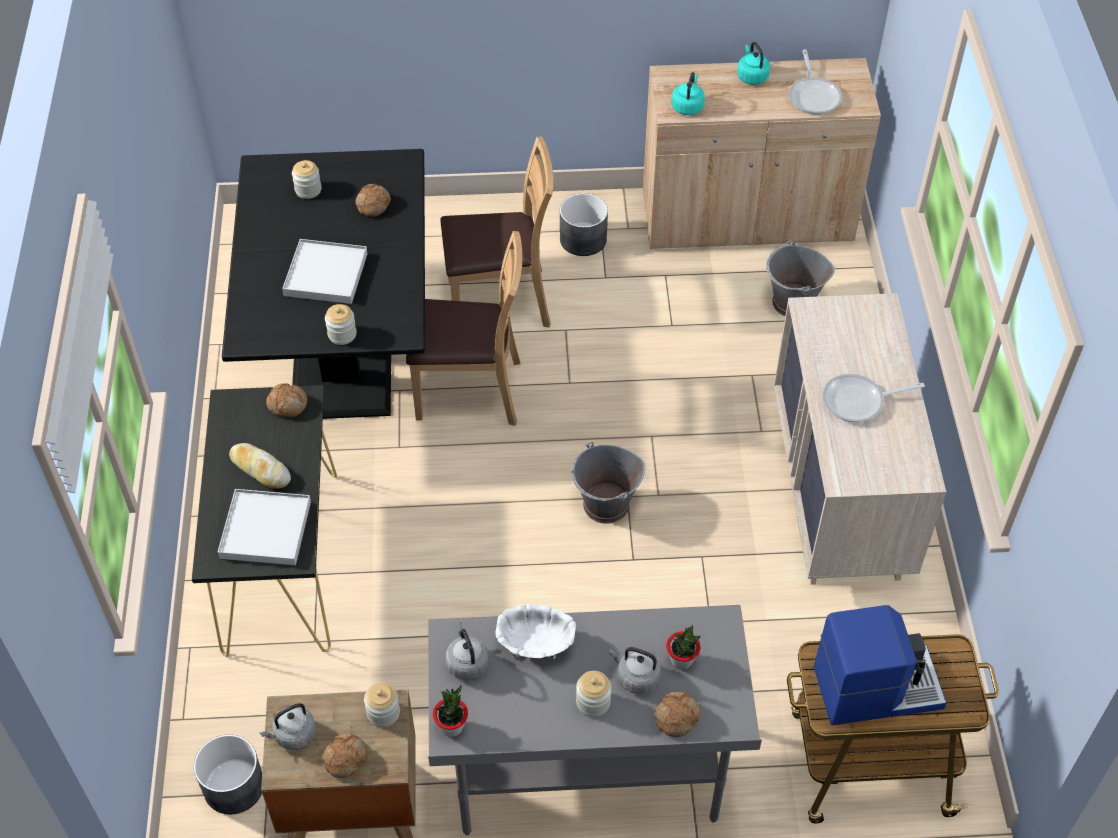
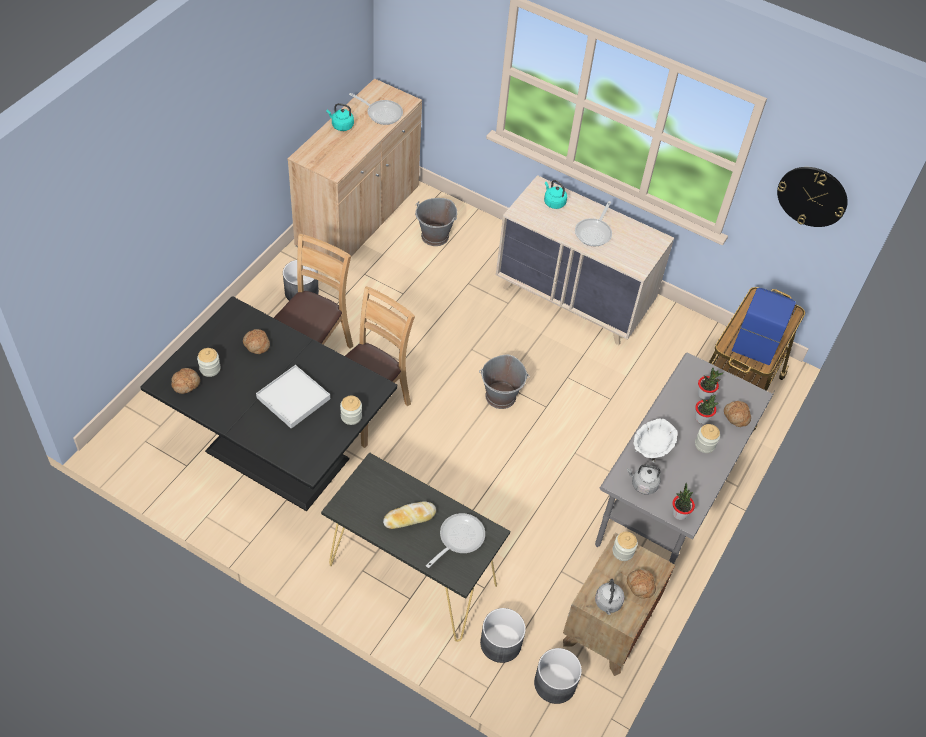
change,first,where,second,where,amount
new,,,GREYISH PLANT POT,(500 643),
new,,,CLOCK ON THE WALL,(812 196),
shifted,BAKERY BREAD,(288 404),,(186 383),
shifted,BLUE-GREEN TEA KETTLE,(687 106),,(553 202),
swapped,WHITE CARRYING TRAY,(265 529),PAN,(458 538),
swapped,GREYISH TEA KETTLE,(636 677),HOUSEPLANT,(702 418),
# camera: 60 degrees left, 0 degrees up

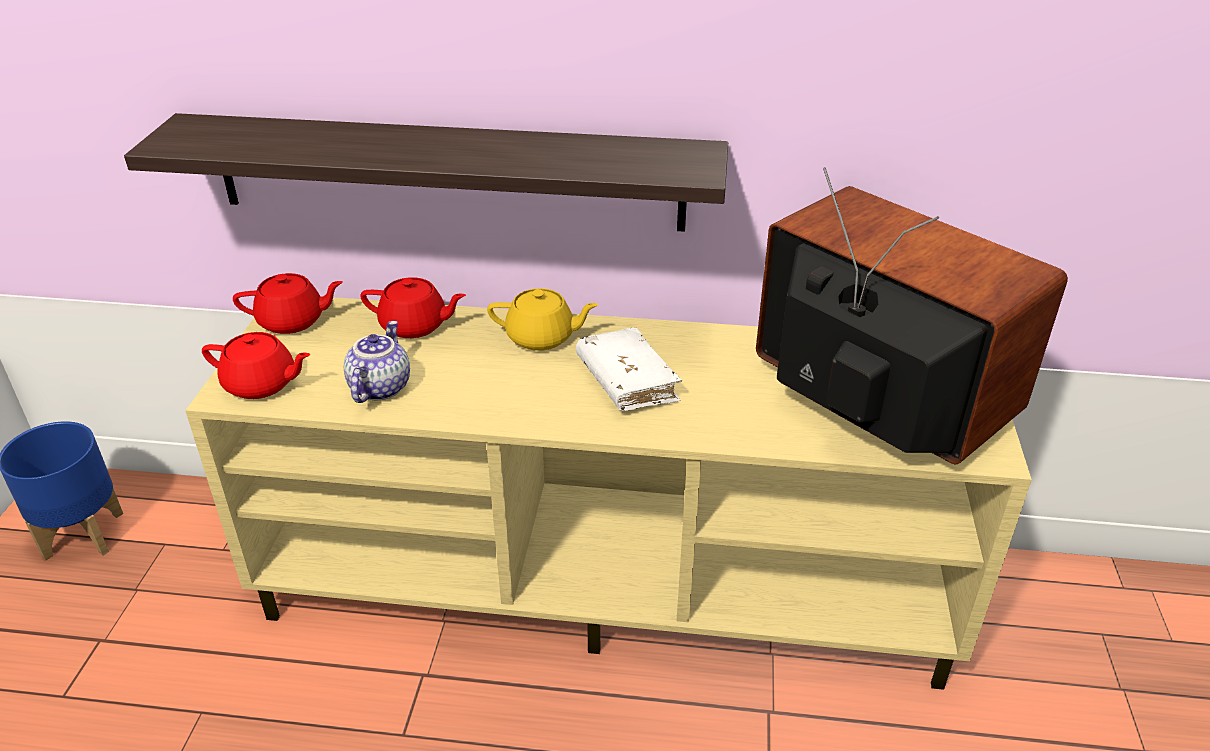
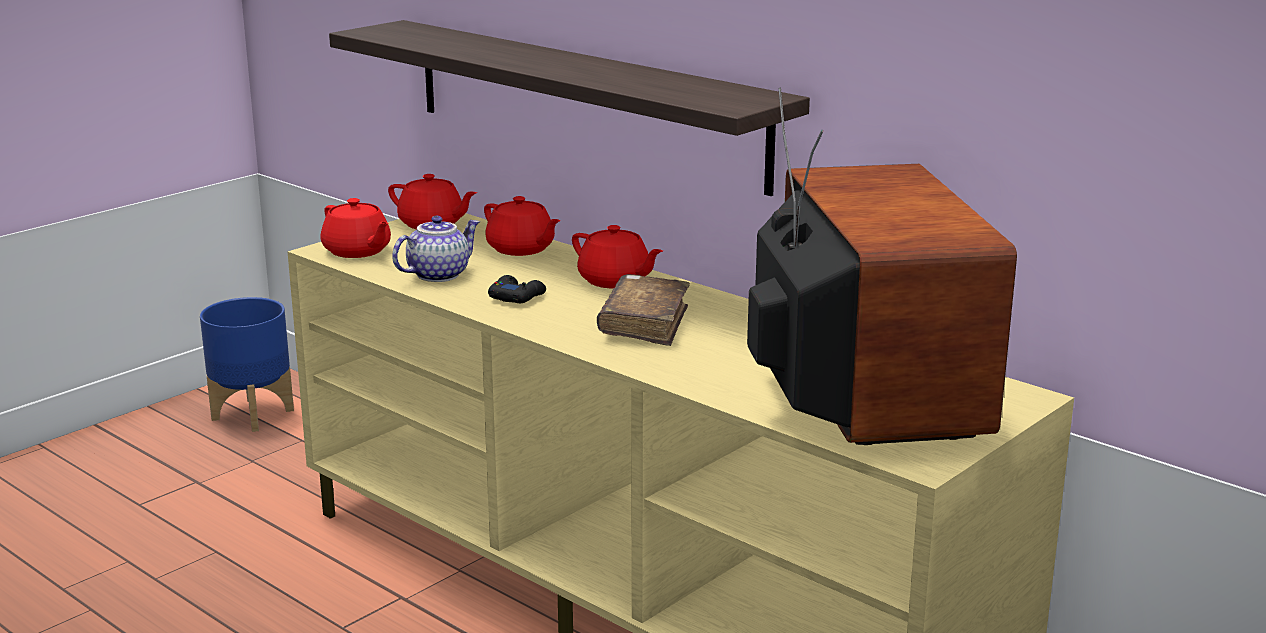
change,first,where,second,where,amount
new,,,BLACKISH GAMEPAD,(516 297),
repainted,YELLOW TEAPOT,(542 337),RED TEAPOT,(615 281),
repainted,WHITE VOLUME,(627 381),BROWN VOLUME,(644 323),
# camera: 35 degrees right, 15 degrees down

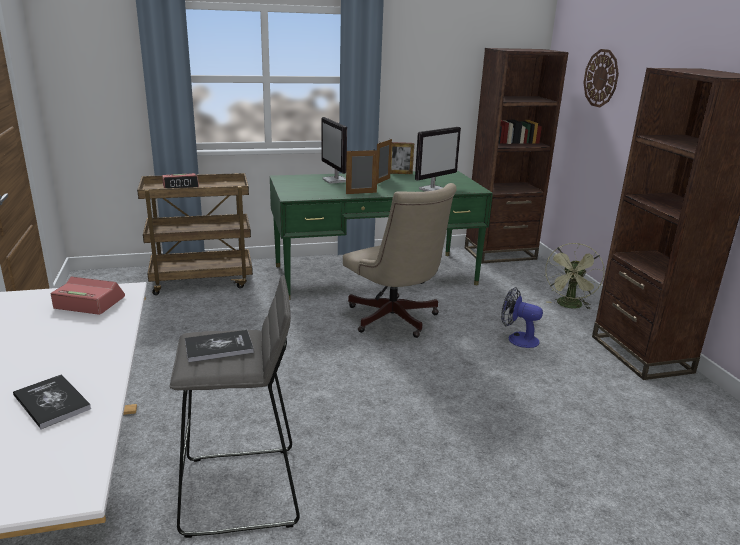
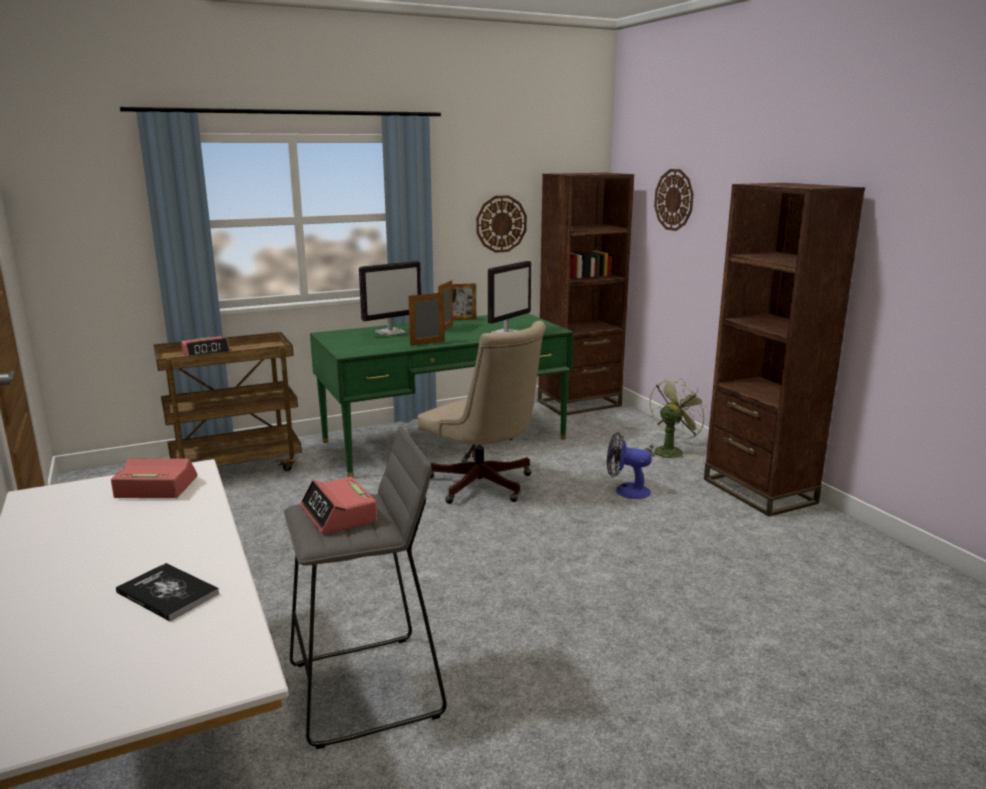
change,first,where,second,where,amount
new,,,CLOCK ON THE WALL,(501 224),
swapped,VOLUME,(219 347),ALARM CLOCK,(339 515),
rotated,COMPUTER DISPLAY,(335 180),,(391 332),90 degrees counterclockwise
rotated,GREEN COOLING FAN,(569 306),,(670 451),150 degrees counterclockwise
# camera: 10 degrees left, 5 degrees down

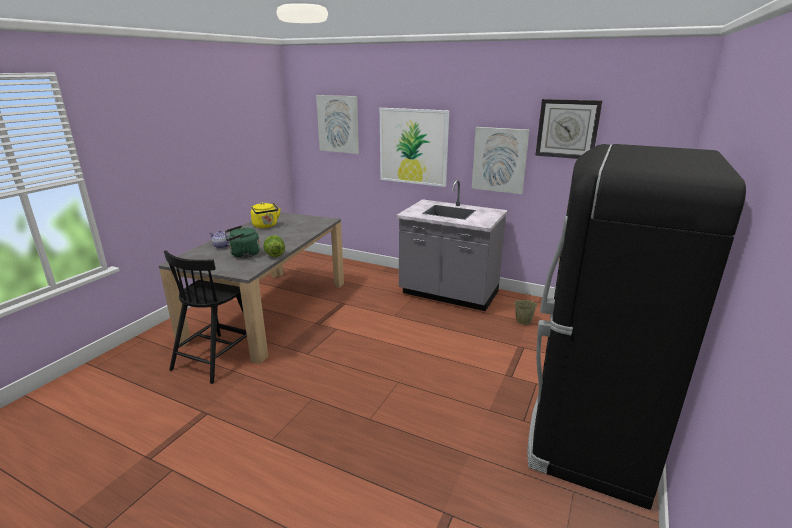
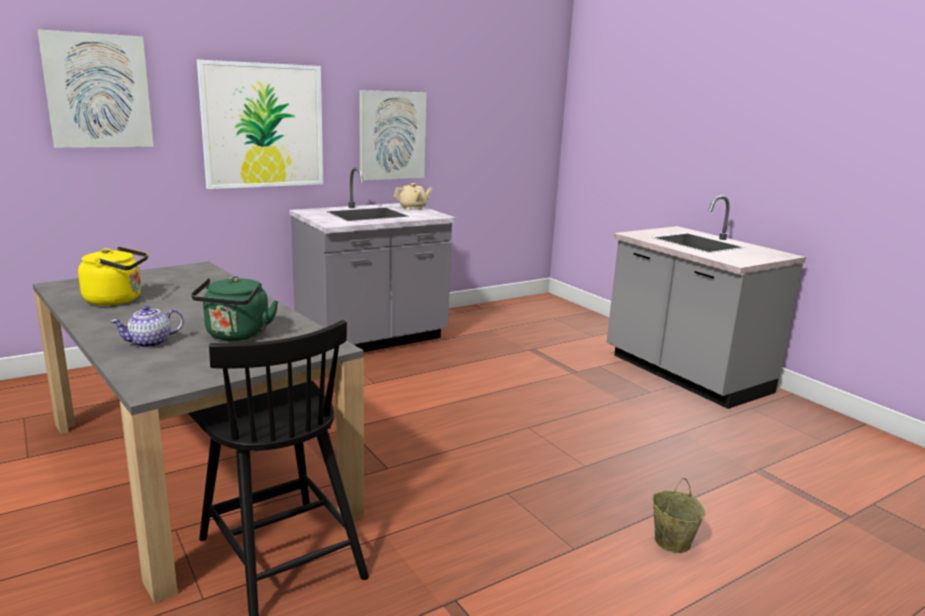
change,first,where,second,where,amount
gone,HEAD OF LETTUCE,(274 255),,,
gone,CLOCK ON THE WALL,(567 129),,,
new,,,SAND-COLOURED TEAPOT,(413 208),
shifted,SAND-COLOURED WATER BUCKET,(523 320),,(671 541),
swapped,BLACKISH FRIDGE,(590 432),GREYISH KITCHEN BASE UNIT,(684 374),
# camera: 60 degrees left, 5 degrees down

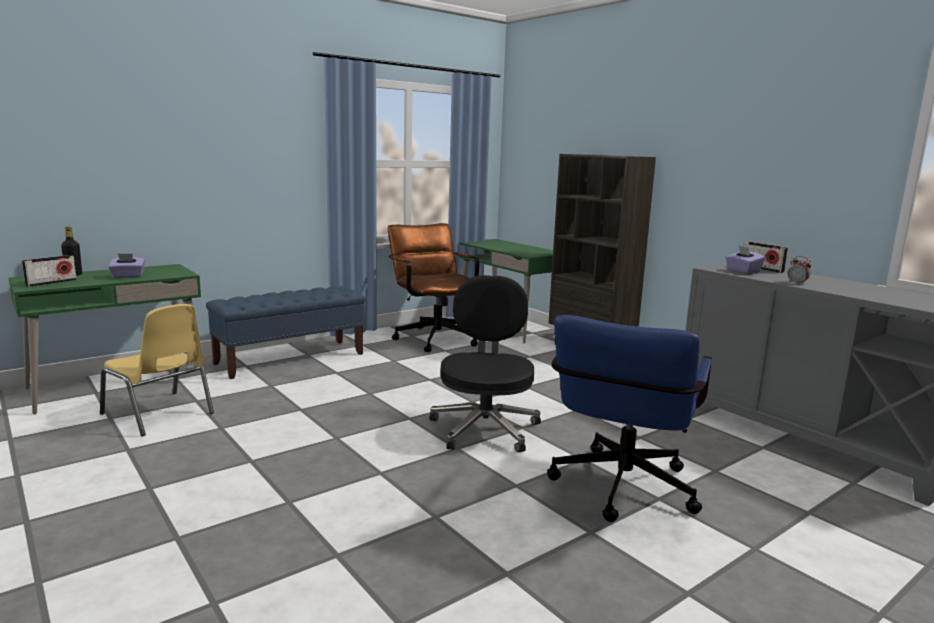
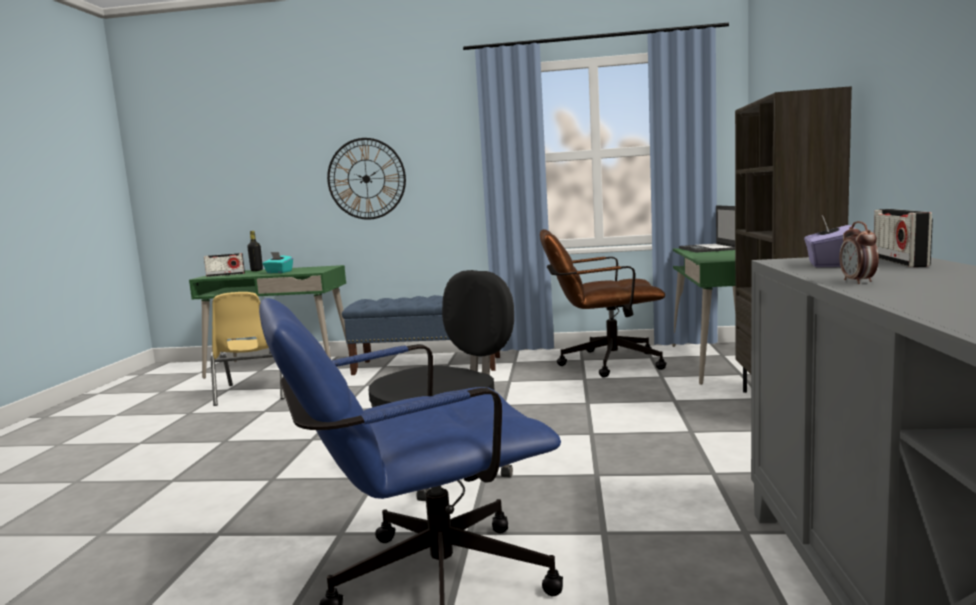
change,first,where,second,where,amount
new,,,CLOCK ON THE WALL,(366 179),
new,,,LAPTOP,(708 249),
repainted,PURPLISH TISSUE HOLDER,(128 276),BLUE-GREEN TISSUE HOLDER,(278 272),
rotated,BROWN OFFICE CHAIR,(433 337),,(602 364),105 degrees counterclockwise
# camera: 45 degrees right, 5 degrees down

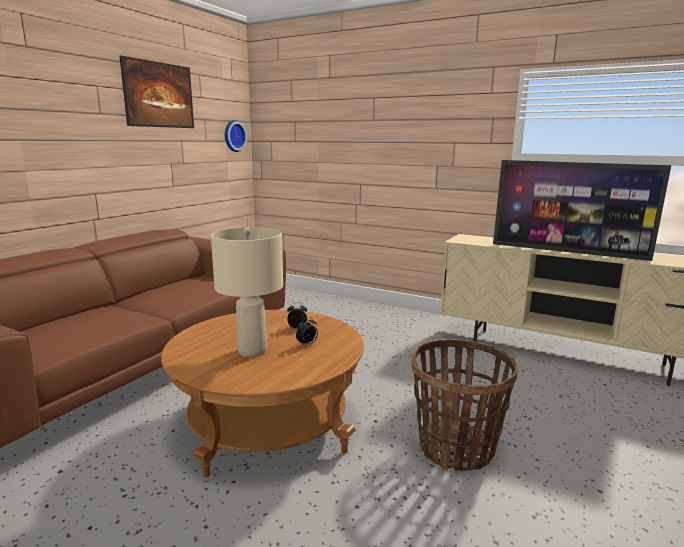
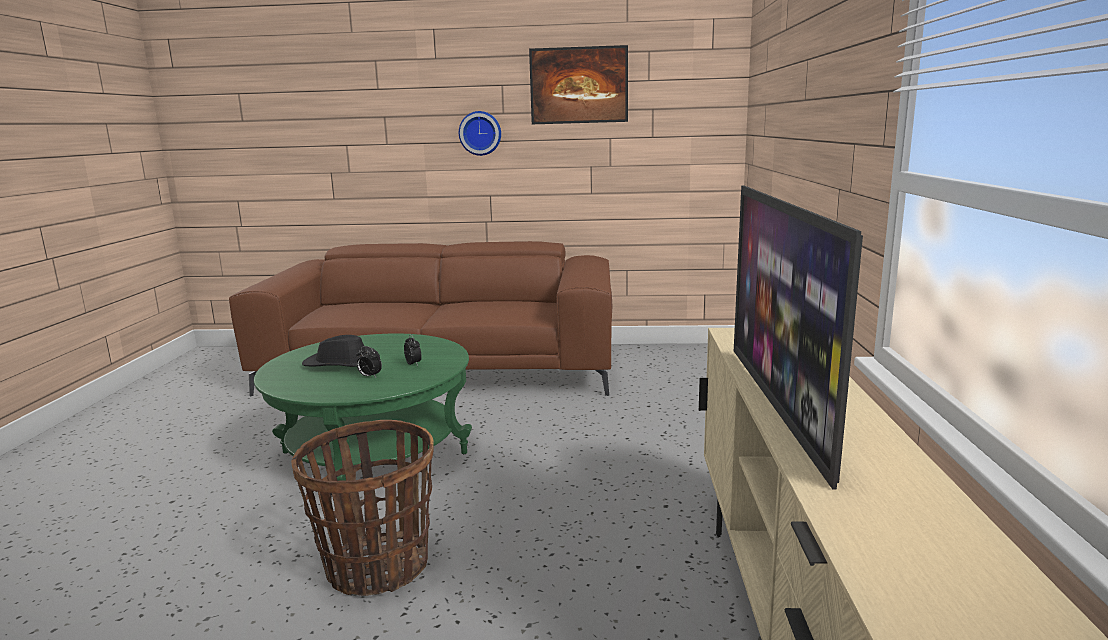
change,first,where,second,where,amount
shifted,CLOCK ON THE WALL,(233 136),,(480 133),
swapped,SAND-COLOURED TABLETOP LAMP,(253 351),BLACKISH CLOTHING HAT,(342 363),
repainted,BROWN LOUNGE TABLE,(268 425),GREEN LOUNGE TABLE,(374 453),
# camera: 65 degrees right, 0 degrees up

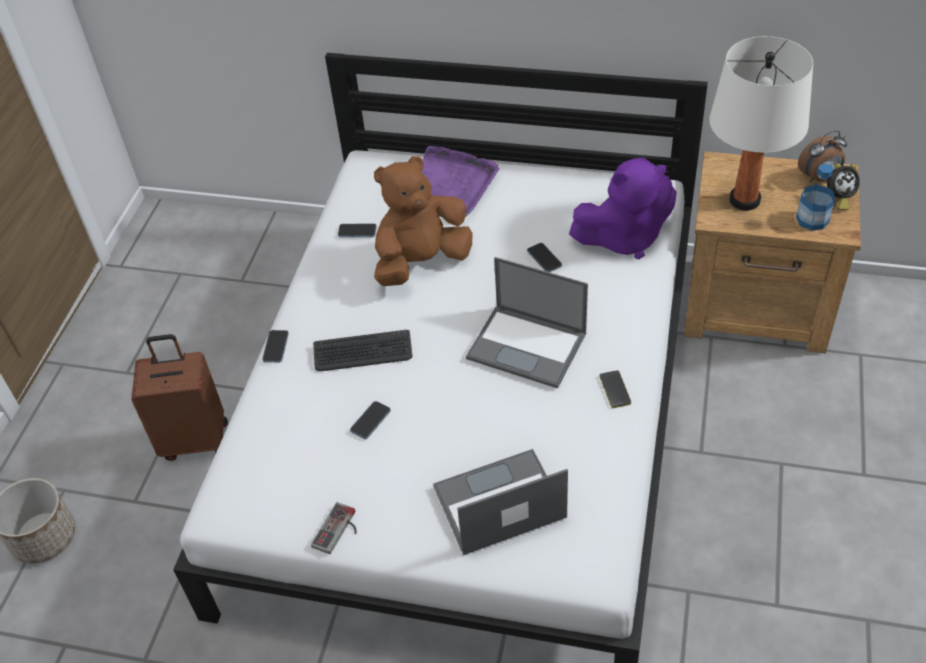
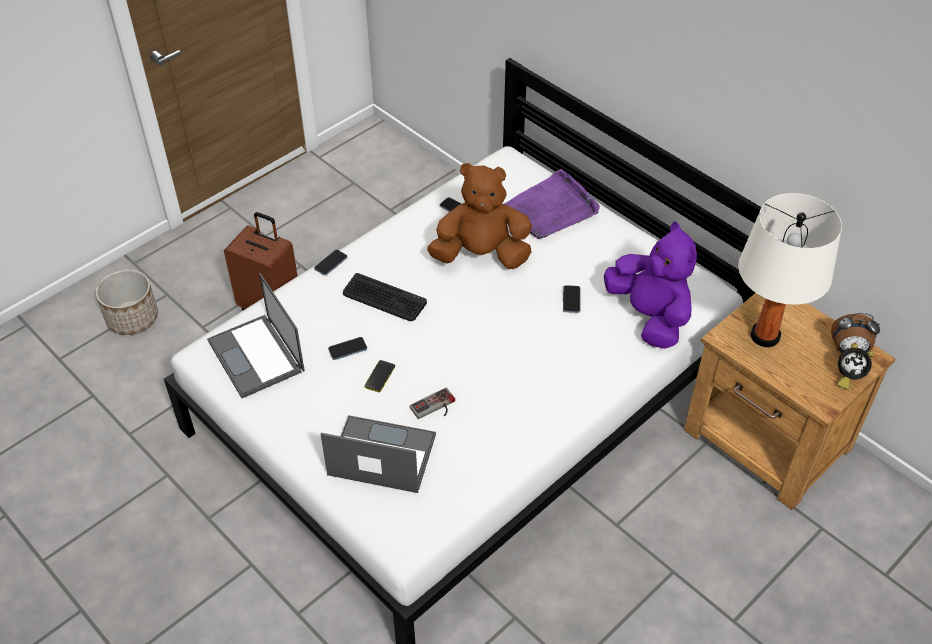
change,first,where,second,where,amount
gone,BOTTLE,(812 219),,,
shifted,GAMEPAD,(339 531),,(435 408),
shifted,LAPTOP,(528 346),,(257 356),
shifted,TELEPHONE,(614 389),,(379 376),
rotated,PURPLISH PLUSH TOY,(624 238),,(649 316),135 degrees counterclockwise
# camera: 30 degrees right, 0 degrees up

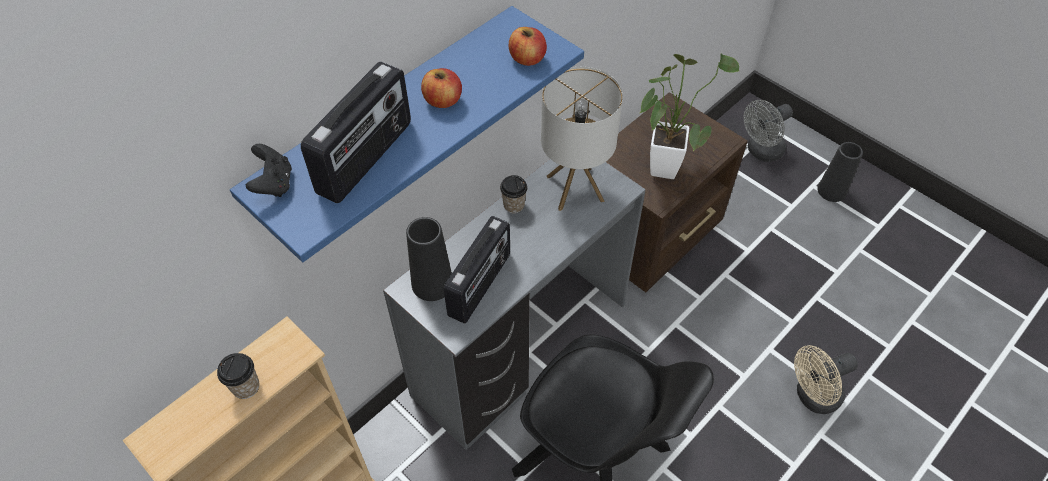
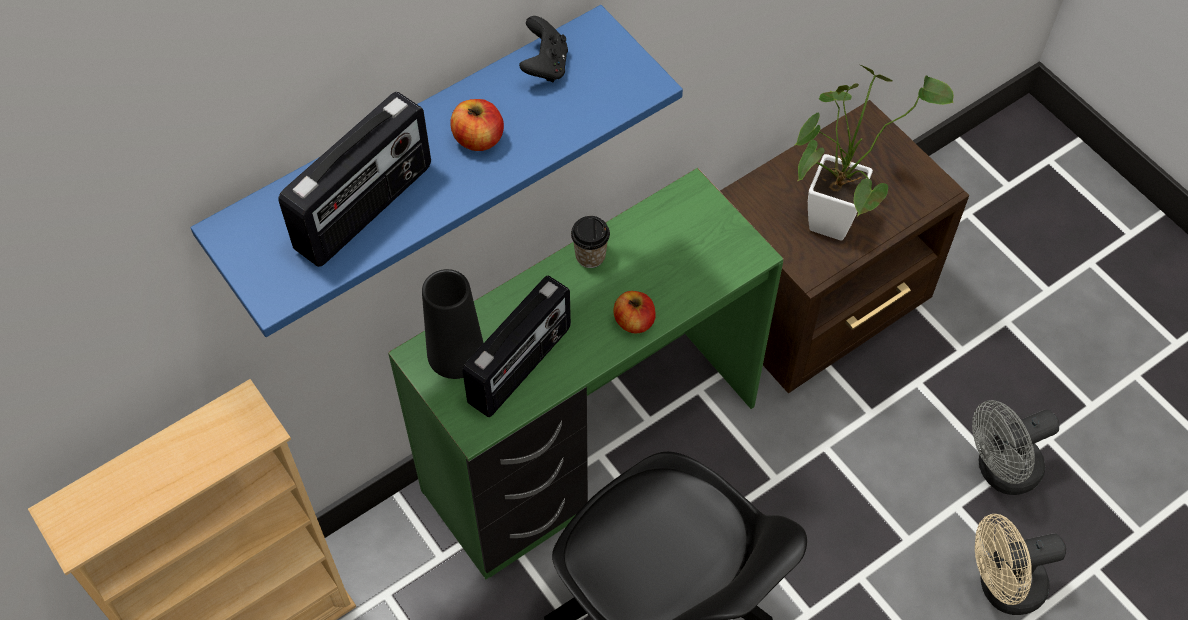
change,first,where,second,where,amount
gone,CUP,(246 387),,,
gone,TABLETOP LAMP,(575 188),,,
gone,BLACKISH FLOWER VASE,(831 191),,,
shifted,BLACKISH GAMEPAD,(274 184),,(545 66),
shifted,WHOLE APPLE,(527 59),,(634 321),
shifted,GREYISH COOLING FAN,(761 152),,(1000 471),
repainted,GREYISH DESK TABLE,(523 350),GREEN DESK TABLE,(593 450),
# camera: 10 degrees right, 5 degrees up

